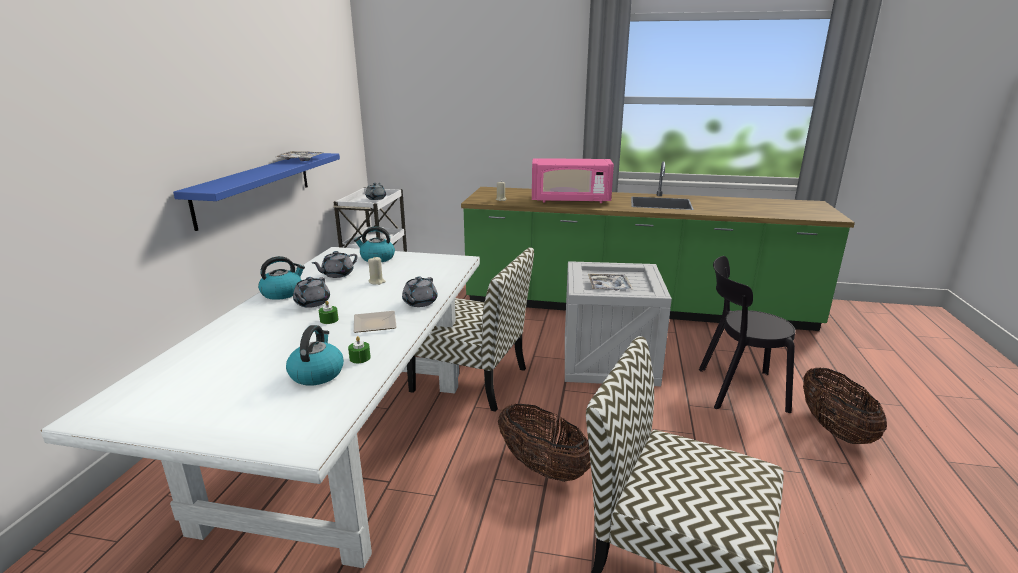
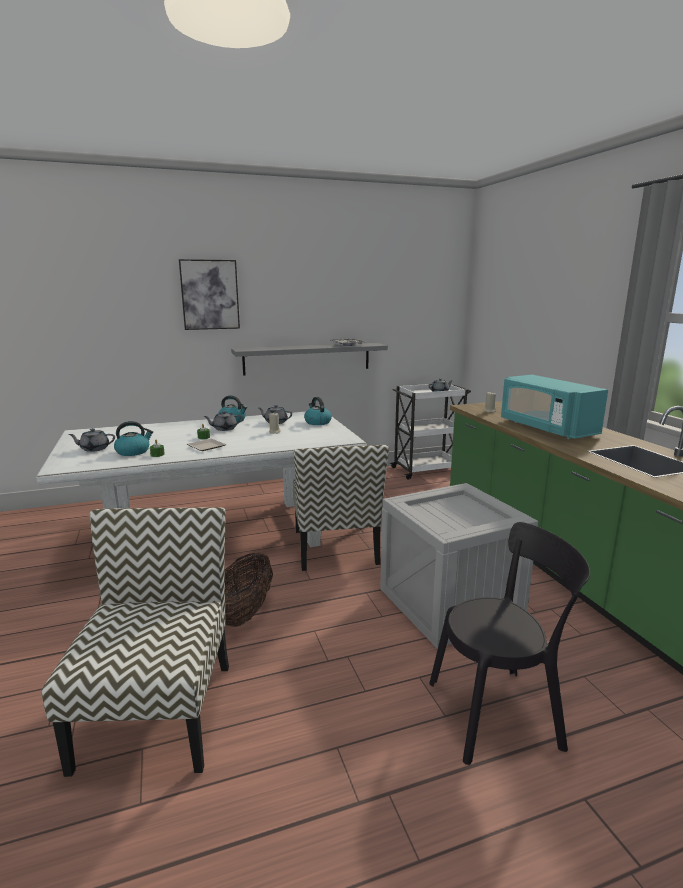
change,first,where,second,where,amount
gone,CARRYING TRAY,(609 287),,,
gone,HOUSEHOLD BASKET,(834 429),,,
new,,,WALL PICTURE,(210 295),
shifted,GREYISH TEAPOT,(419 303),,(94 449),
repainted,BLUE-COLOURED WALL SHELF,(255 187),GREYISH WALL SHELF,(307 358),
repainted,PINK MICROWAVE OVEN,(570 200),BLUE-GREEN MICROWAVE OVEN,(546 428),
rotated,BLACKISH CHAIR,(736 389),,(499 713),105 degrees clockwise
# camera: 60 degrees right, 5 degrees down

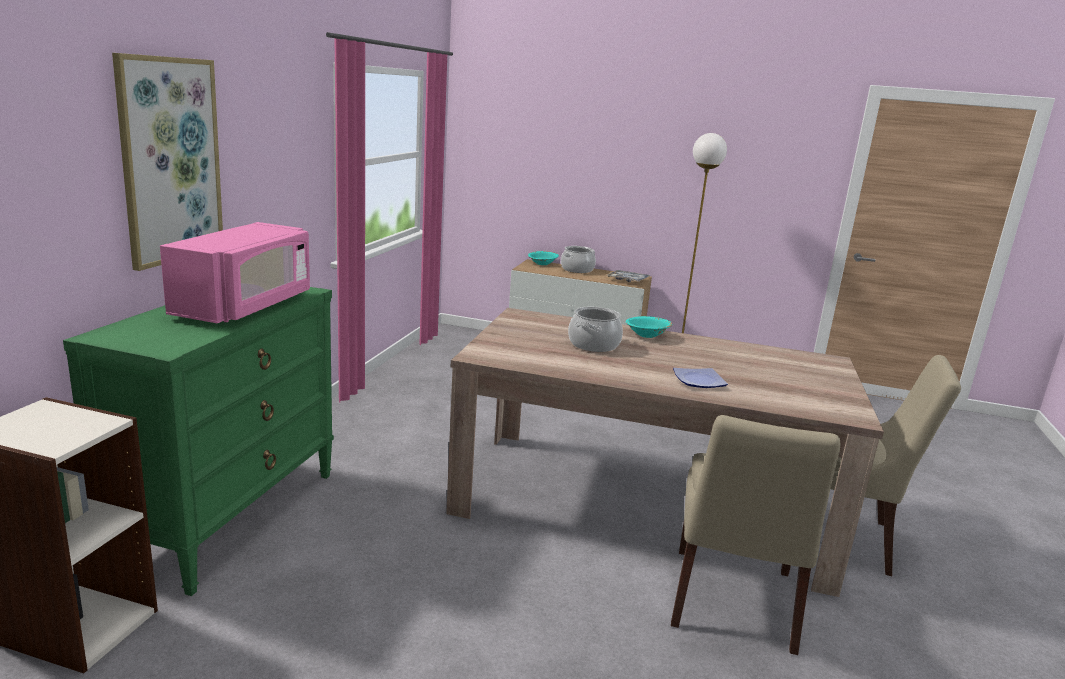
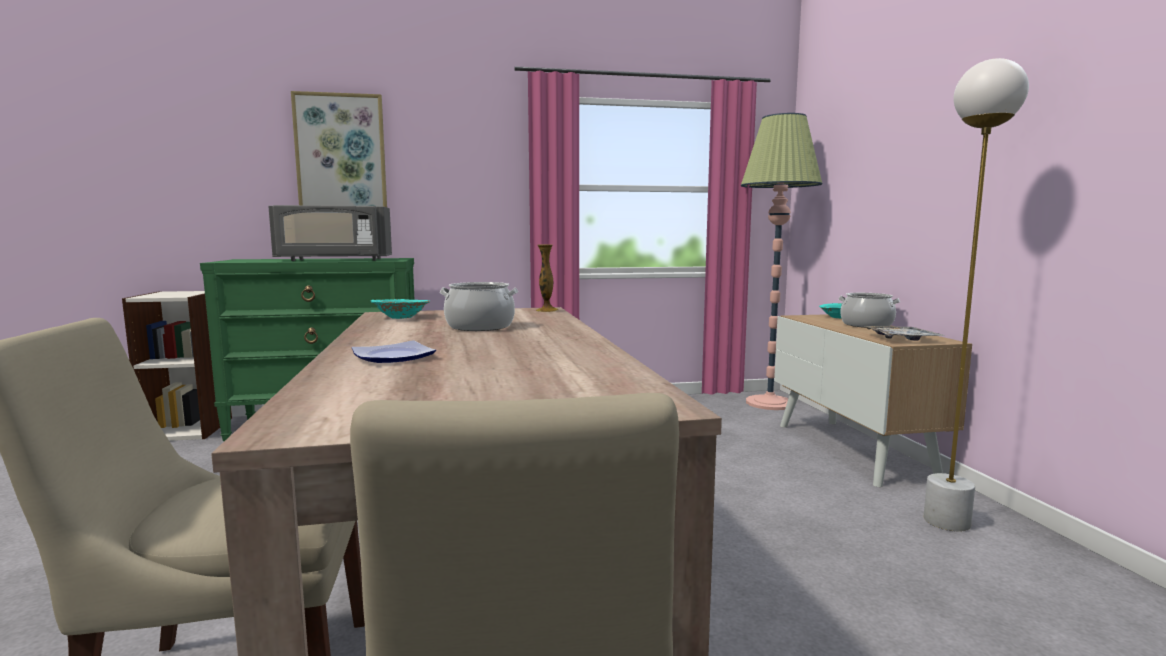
change,first,where,second,where,amount
new,,,FLOWER VASE,(547 310),
new,,,STANDING LAMP,(769 403),
shifted,BLUE-GREEN DEEP DISH,(647 335),,(401 317),
repainted,PINK MICROWAVE OVEN,(246 306),GREYISH MICROWAVE OVEN,(334 260),
# camera: 65 degrees right, 10 degrees down

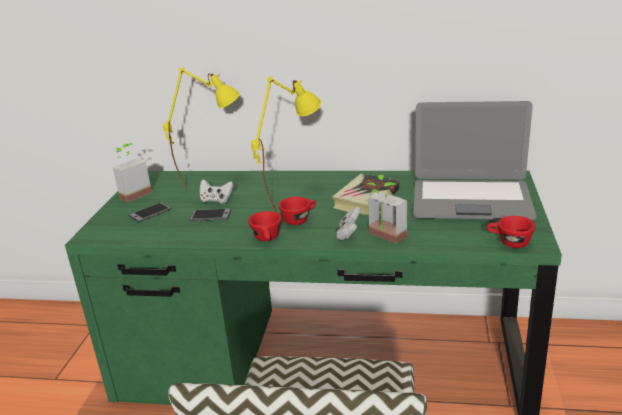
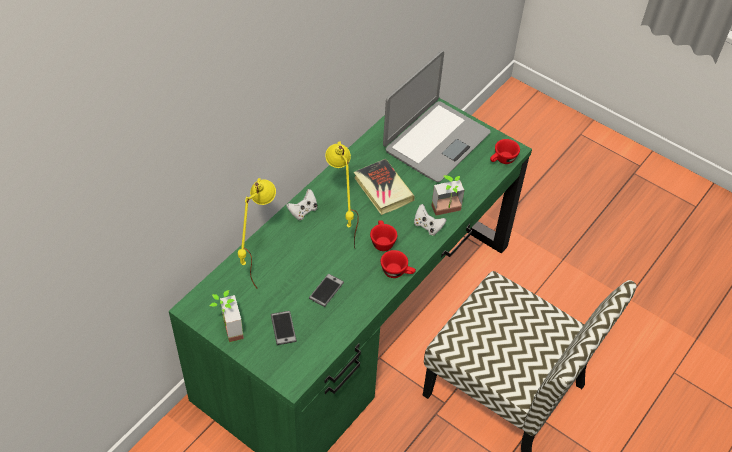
change,first,where,second,where,amount
shifted,WHITE GAMEPAD,(216 200),,(303 211),
# camera: 65 degrees left, 25 degrees up

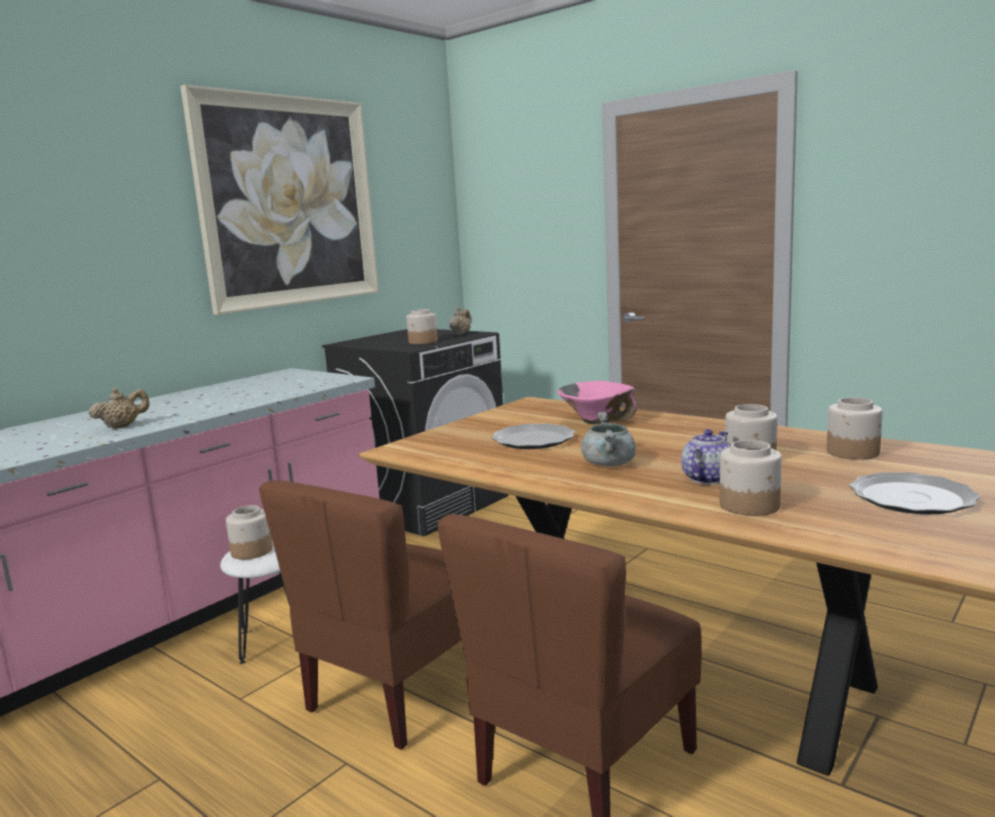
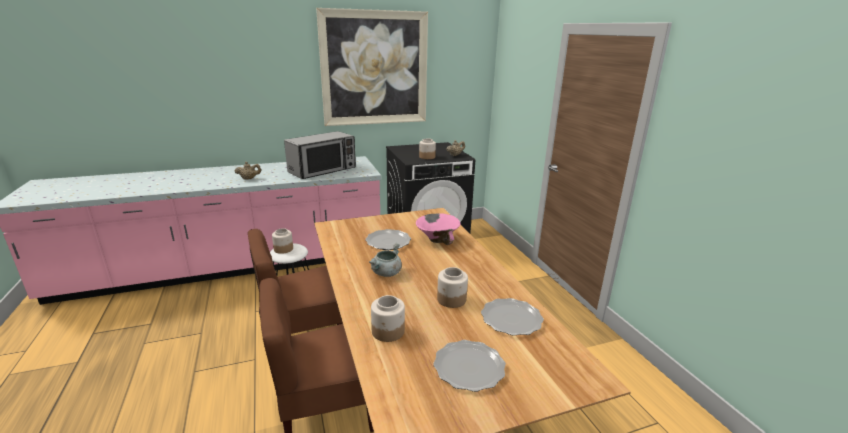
change,first,where,second,where,amount
gone,TEAPOT,(707 478),,,
new,,,MICROWAVE OVEN,(323 170),
swapped,PRESERVE JAR,(853 452),FLAT DISH,(511 319),
# camera: 30 degrees right, 10 degrees up

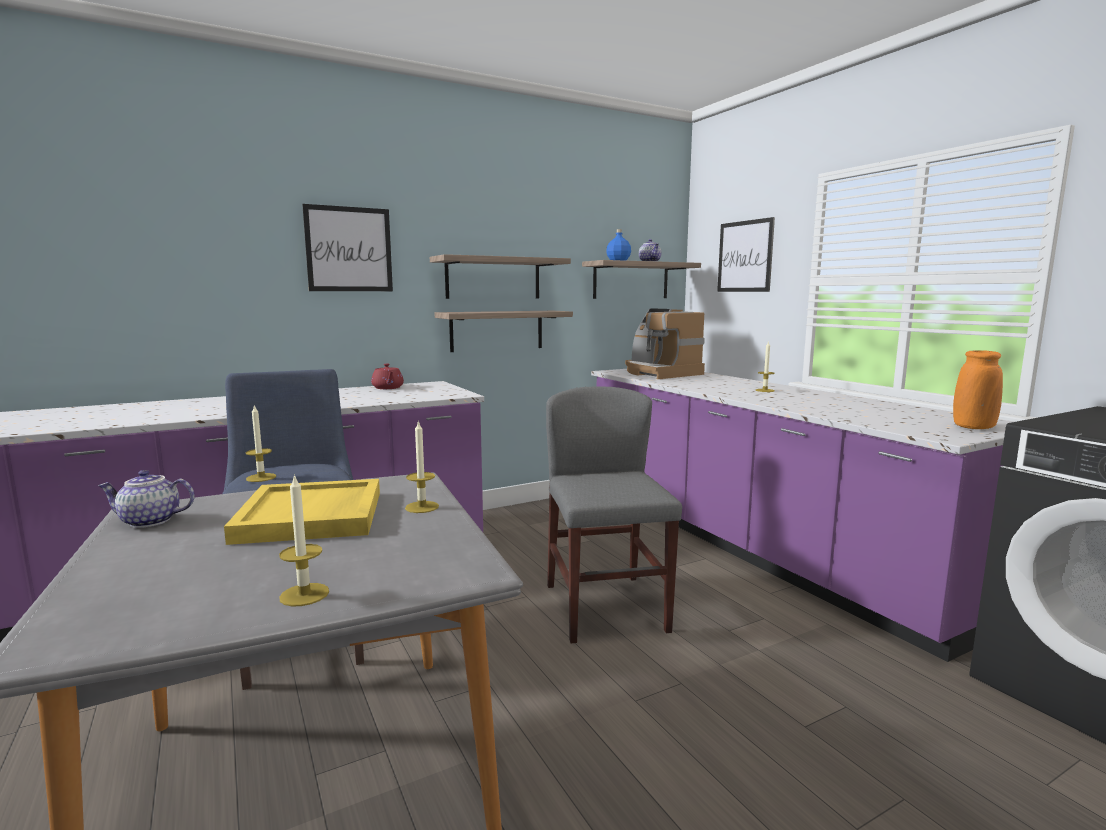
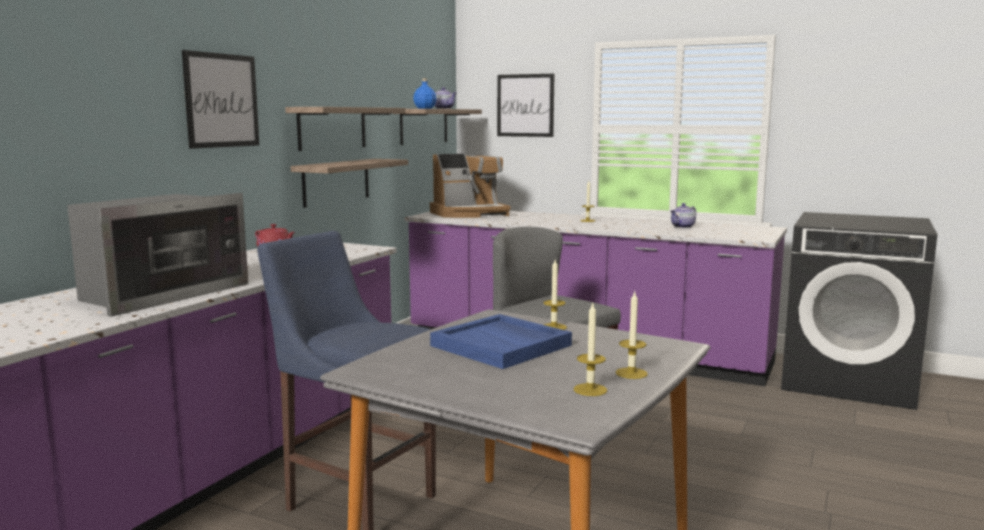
change,first,where,second,where,amount
gone,ORANGE-COLOURED FLOWER VASE,(973 427),,,
new,,,MICROWAVE OVEN,(160 294),
shifted,TEAPOT,(149 522),,(683 227),
shifted,WAX CANDLE,(261 477),,(590 390),
repainted,YELLOW CARRYING TRAY,(312 516),BLUE-COLOURED CARRYING TRAY,(502 345),
rotated,COFFEE BREWER,(659 373),,(469 214),45 degrees counterclockwise
# camera: 35 degrees left, 0 degrees up

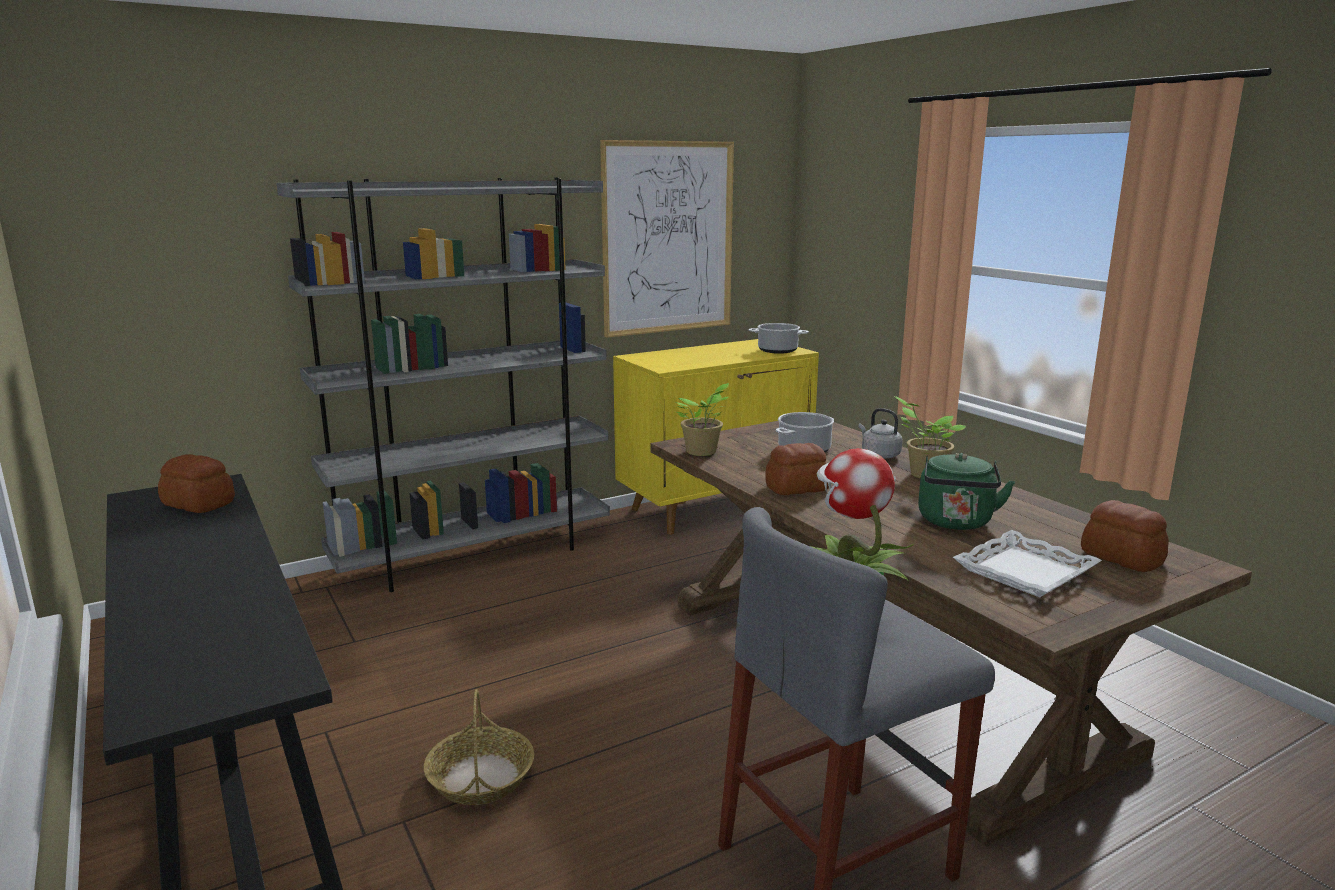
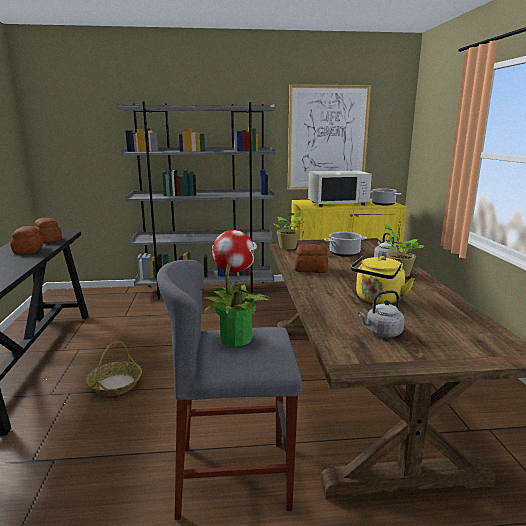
change,first,where,second,where,amount
new,,,WHITE MICROWAVE OVEN,(338 203),
shifted,BAKERY BREAD,(1121 557),,(29 250),
swapped,WHITE CARRYING TRAY,(1026 572),GREYISH TEA KETTLE,(382 333),
repainted,GREEN TEA KETTLE,(956 523),YELLOW TEA KETTLE,(377 300),
# camera: 25 degrees right, 0 degrees up

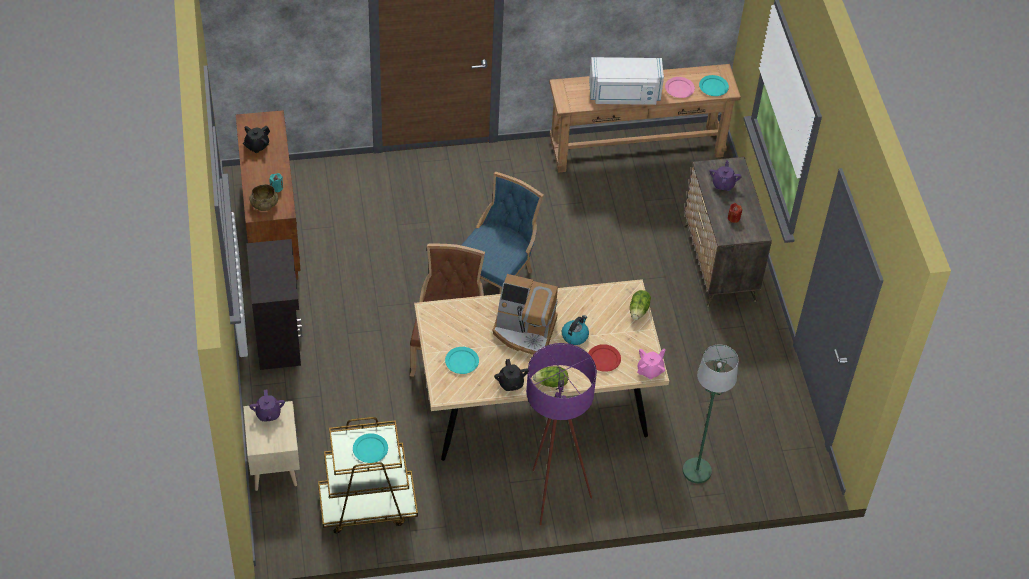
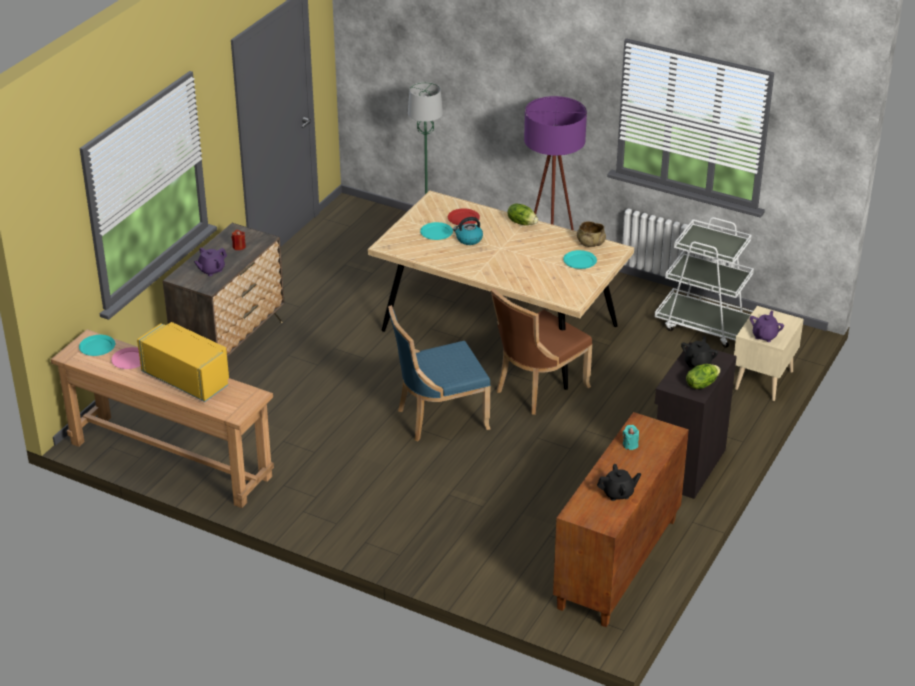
change,first,where,second,where,amount
gone,COFFEE BREWER,(524 331),,,
gone,PINK TEAPOT,(650 370),,,
shifted,SAND-COLOURED DEEP DISH,(264 204),,(590 243),
shifted,BLUE-GREEN FLAT DISH,(370 449),,(436 233),
shifted,BLACKISH TEAPOT,(510 383),,(698 363),
shifted,HEAD OF LETTUCE,(639 310),,(701 384),
repainted,BROWN CART,(367 506),WHITE CART,(704 325),
repainted,WHITE MICROWAVE OVEN,(624 95),YELLOW MICROWAVE OVEN,(188 378),
# camera: 140 degrees left, 15 degrees down

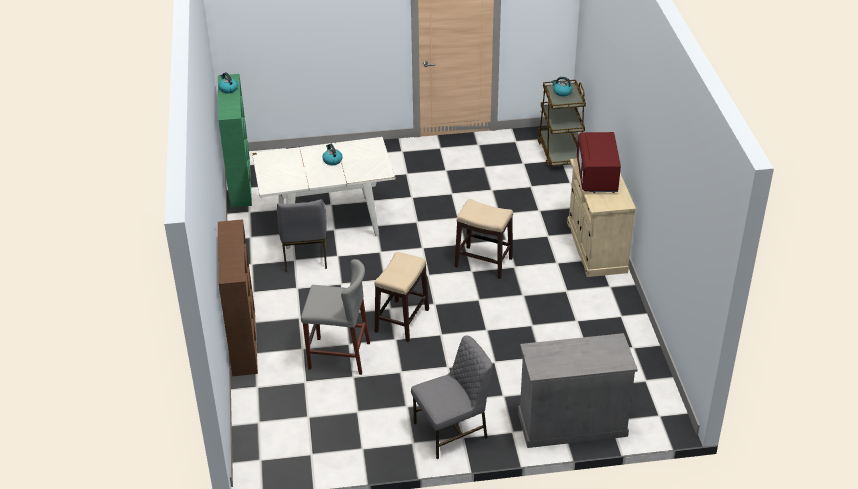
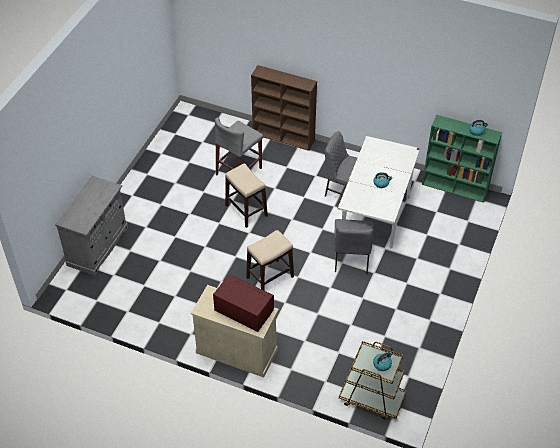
change,first,where,second,where,amount
shifted,GREYISH CHAIR,(452 431),,(351 258),
# camera: 120 degrees right, 10 degrees up

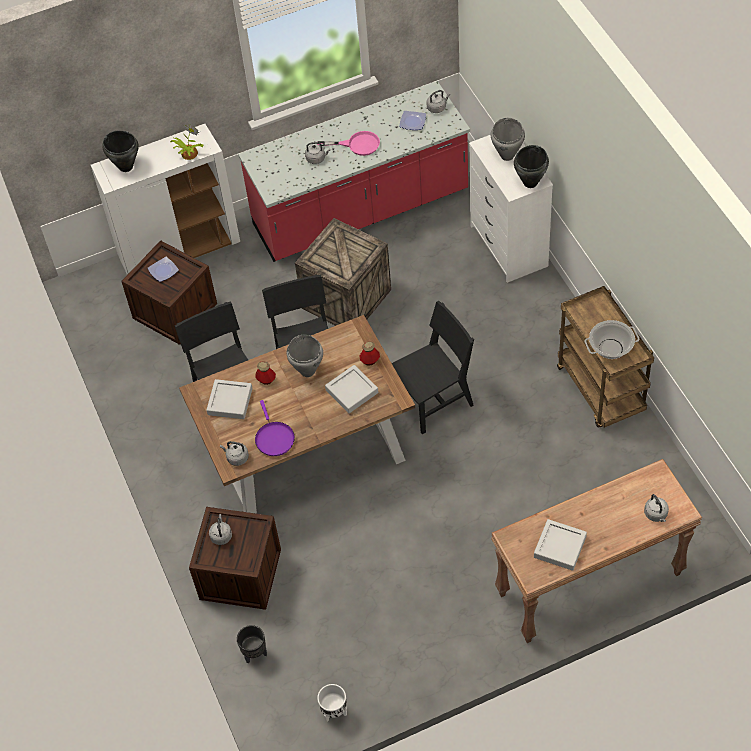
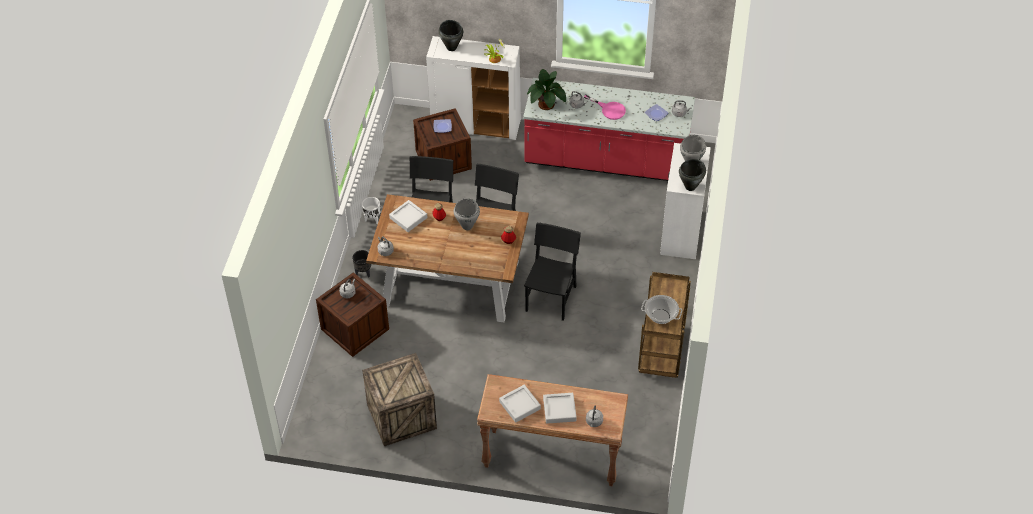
change,first,where,second,where,amount
gone,PURPLISH PAN,(274 438),,,
new,,,HOUSEPLANT,(546 105),
shifted,BLACKISH PLANT POT,(255 654),,(363 273),
shifted,SHIPPING CRATE,(347 300),,(401 418),
shifted,WHITE PLANT POT,(334 712),,(372 219),
shifted,GREYISH CARRYING TRAY,(352 391),,(559 410),
rotated,BLACKISH CHAIR,(433 401),,(551 298),75 degrees counterclockwise
# camera: 30 degrees right, 5 degrees down

